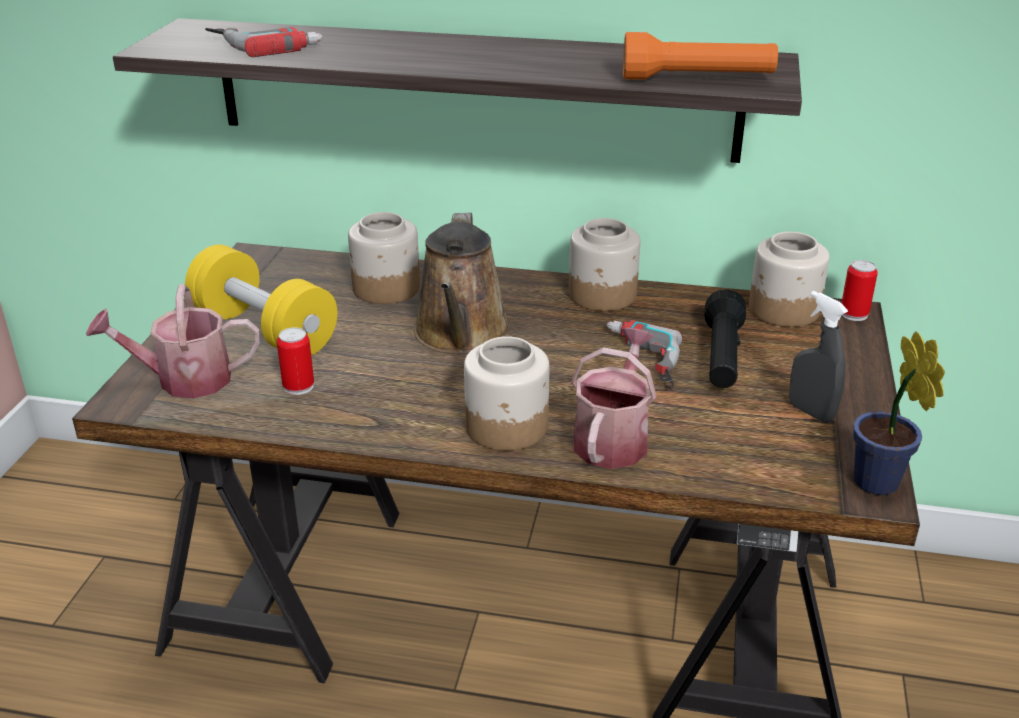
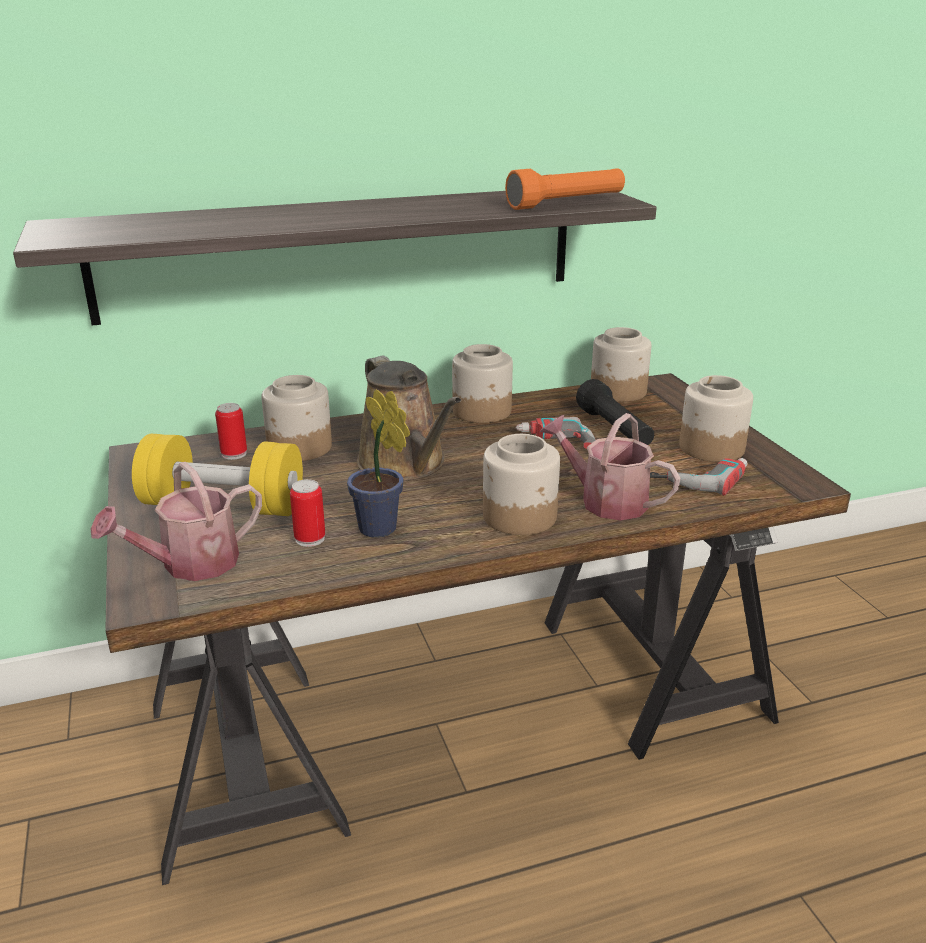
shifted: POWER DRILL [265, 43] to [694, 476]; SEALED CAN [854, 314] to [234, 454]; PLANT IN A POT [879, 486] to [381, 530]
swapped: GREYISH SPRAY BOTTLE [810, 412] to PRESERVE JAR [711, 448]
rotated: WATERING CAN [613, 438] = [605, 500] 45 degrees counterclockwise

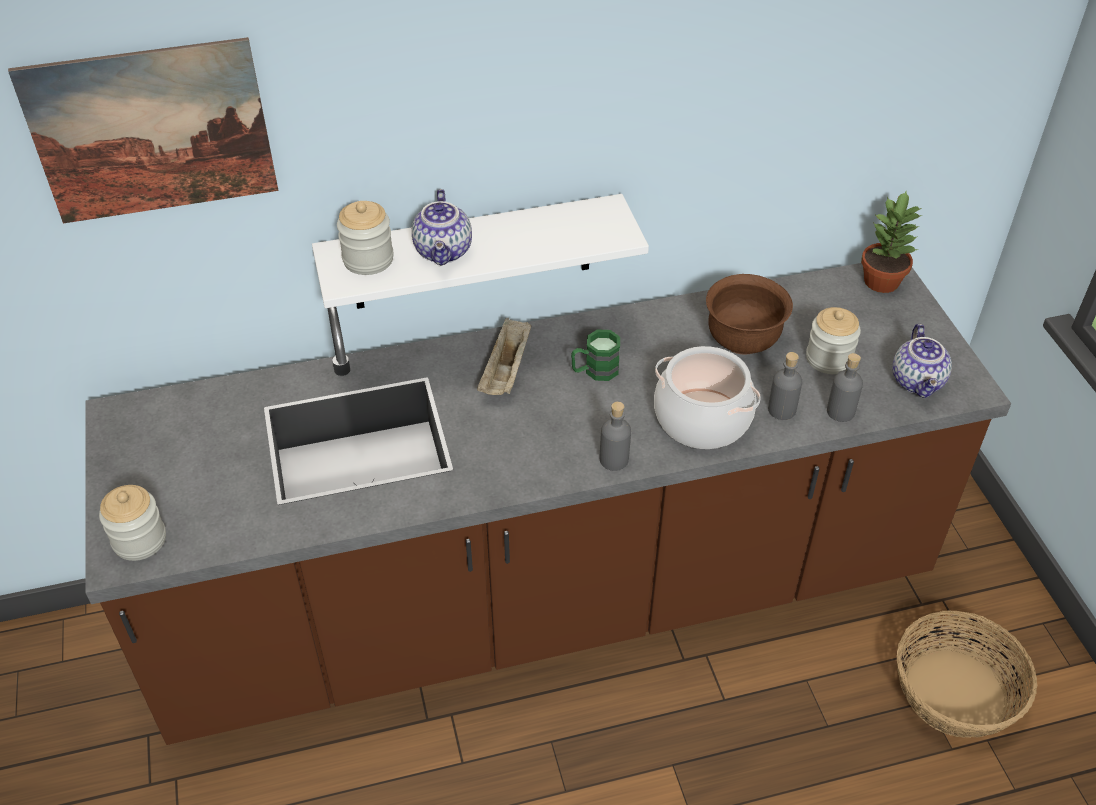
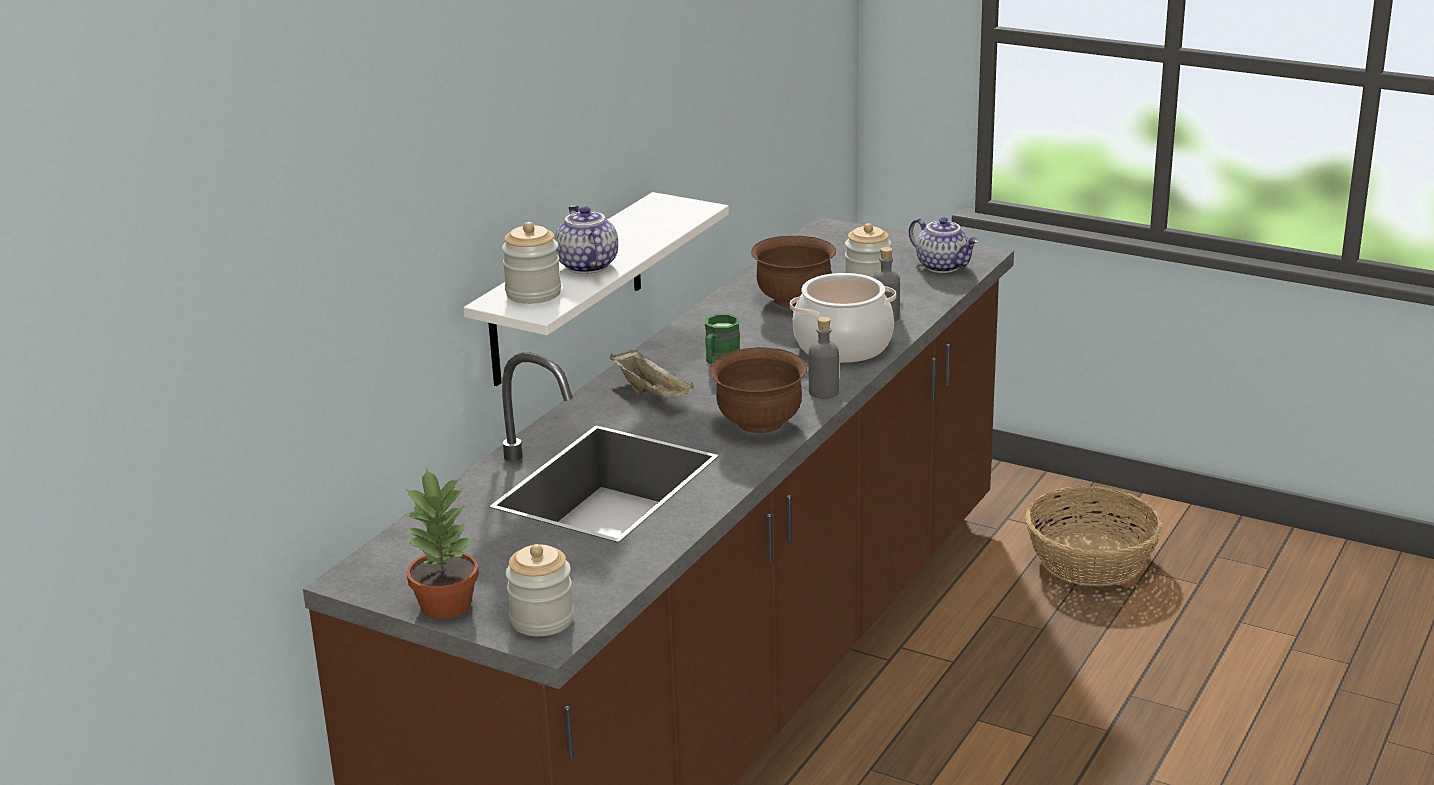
gone: WALL PICTURE [152, 132]; GREYISH DRINK BOTTLE [840, 411]
new: BROWN-COLOURED SERVING BOWL [759, 423]
shifted: PLANT IN A POT [882, 281] to [447, 604]
rotated: POT FOR TEA [444, 251] = [586, 266] 150 degrees counterclockwise

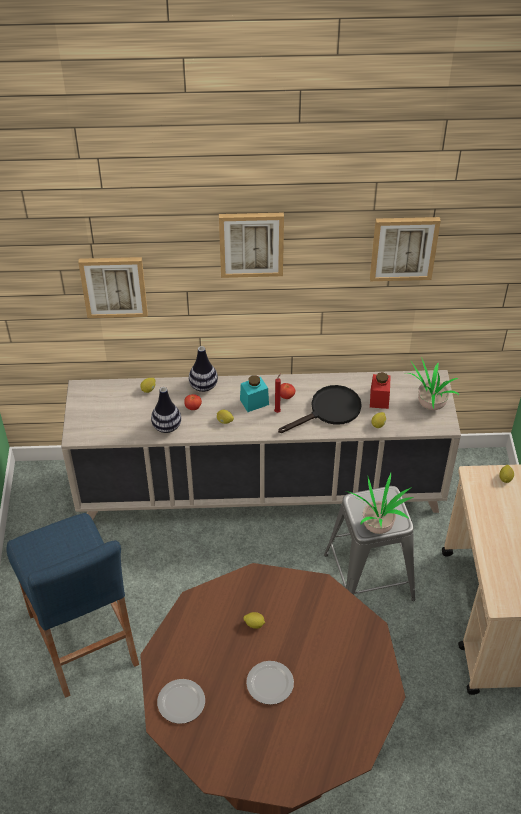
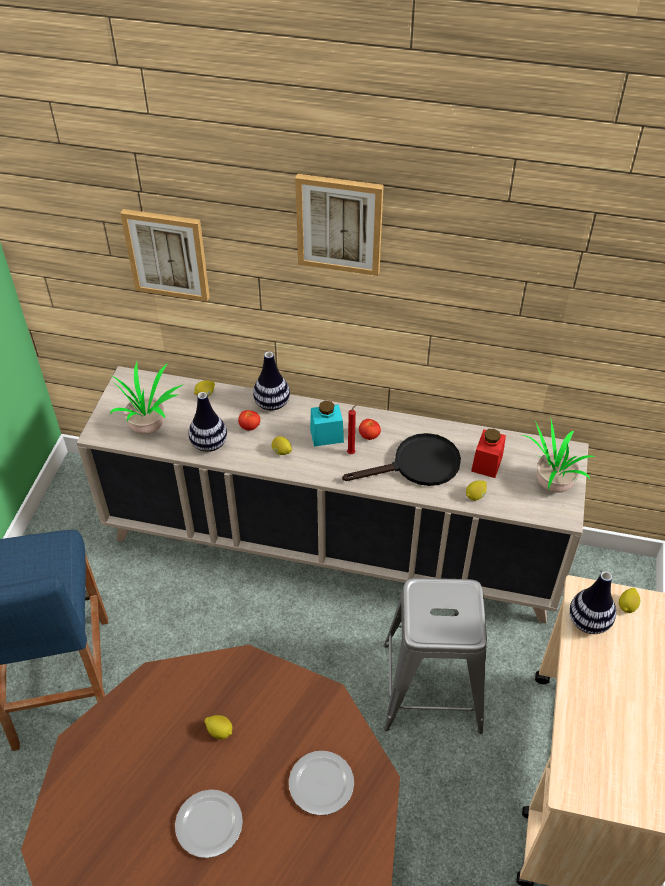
gone: WALL PICTURE [403, 248]
new: VASE [588, 621]
shifted: DINNER PLATE [182, 702] to [322, 784]; PLANT IN A POT [377, 525] to [149, 426]

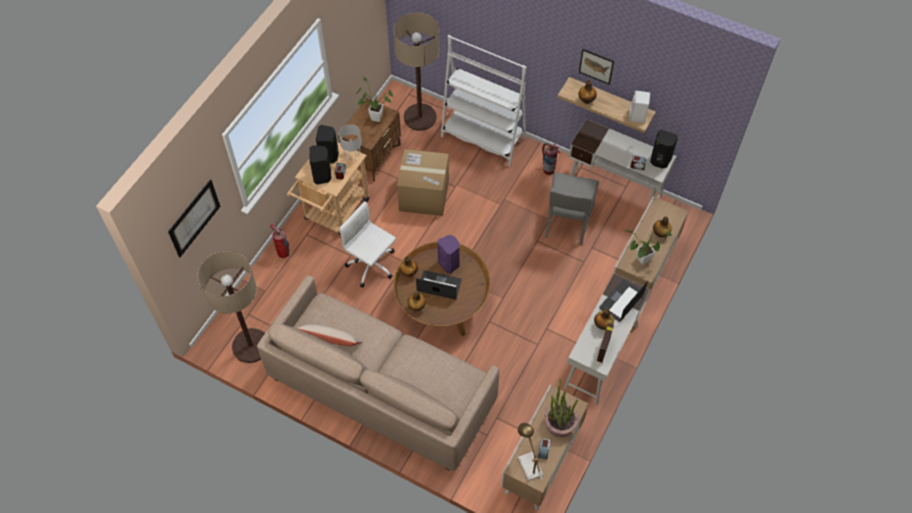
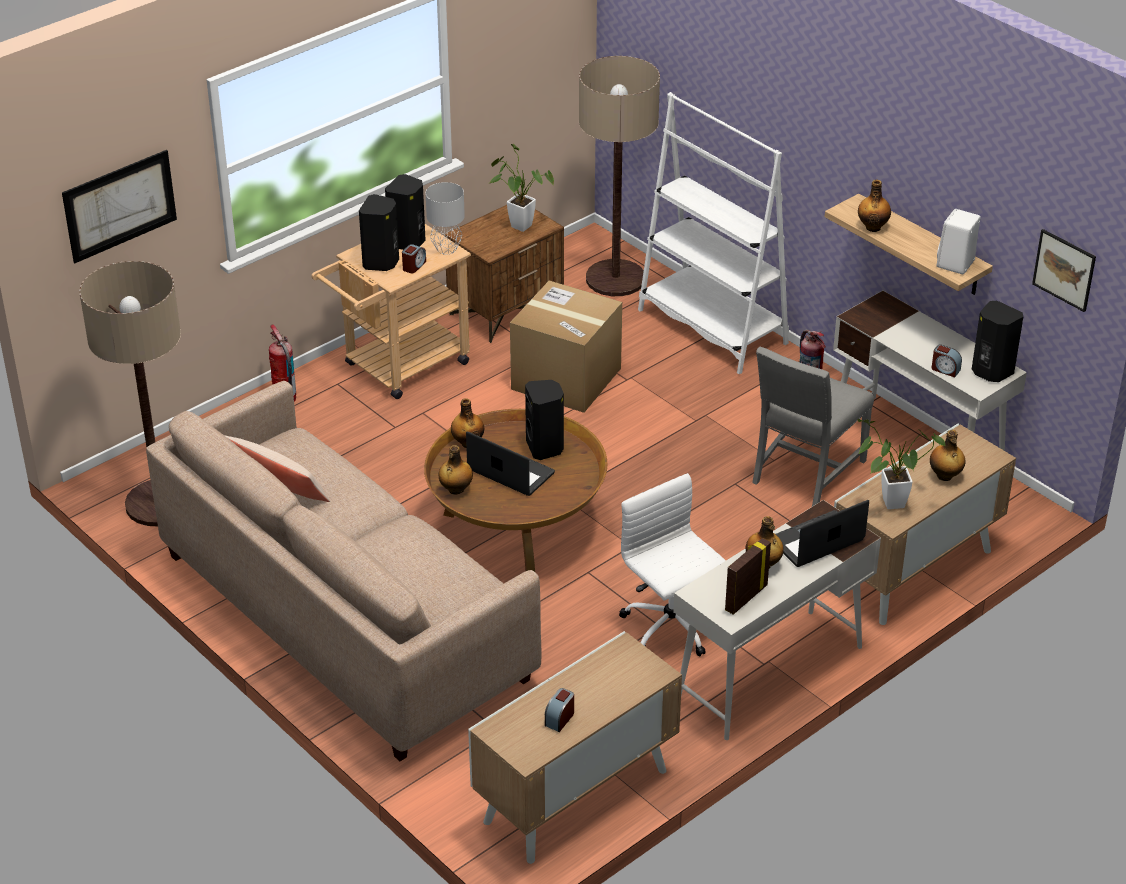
gone: LAMP FOR A TABLE [528, 463]; PLANT IN A POT [560, 423]
shifted: WHITE DESK CHAIR [372, 266] to [672, 627]; WALL PICTURE [596, 66] to [1064, 270]
repainted: PURPLISH LOUDSPEAKER [449, 264] to BLACK LOUDSPEAKER [545, 448]

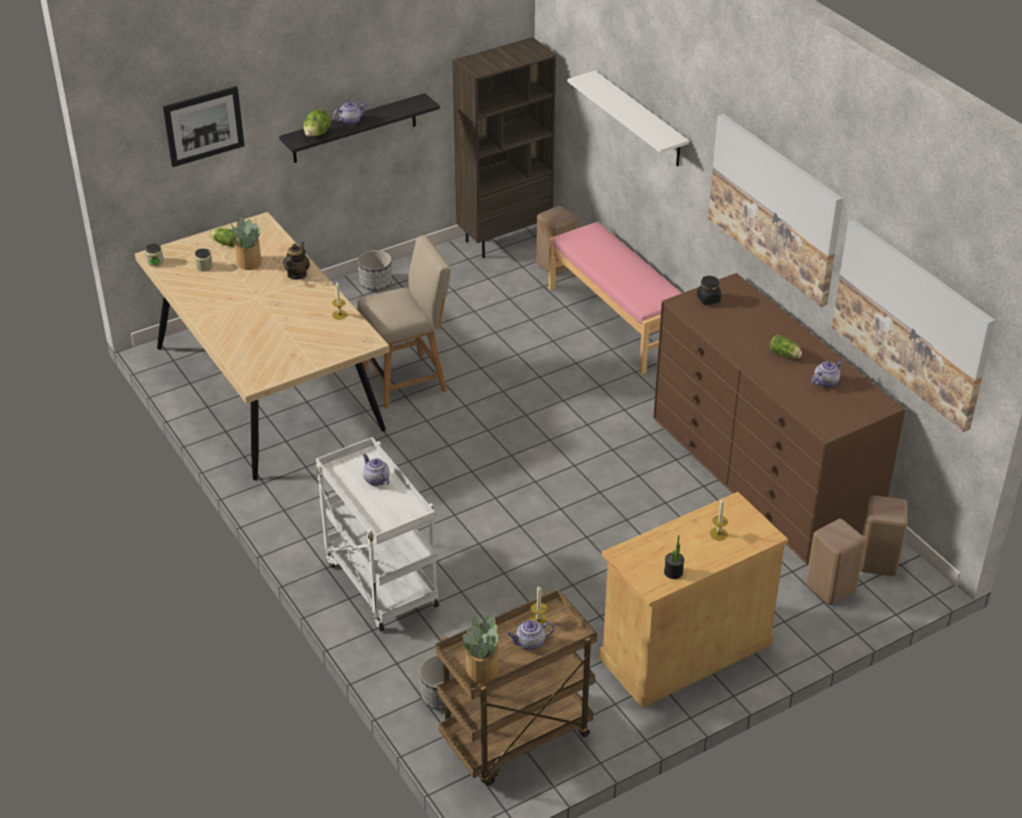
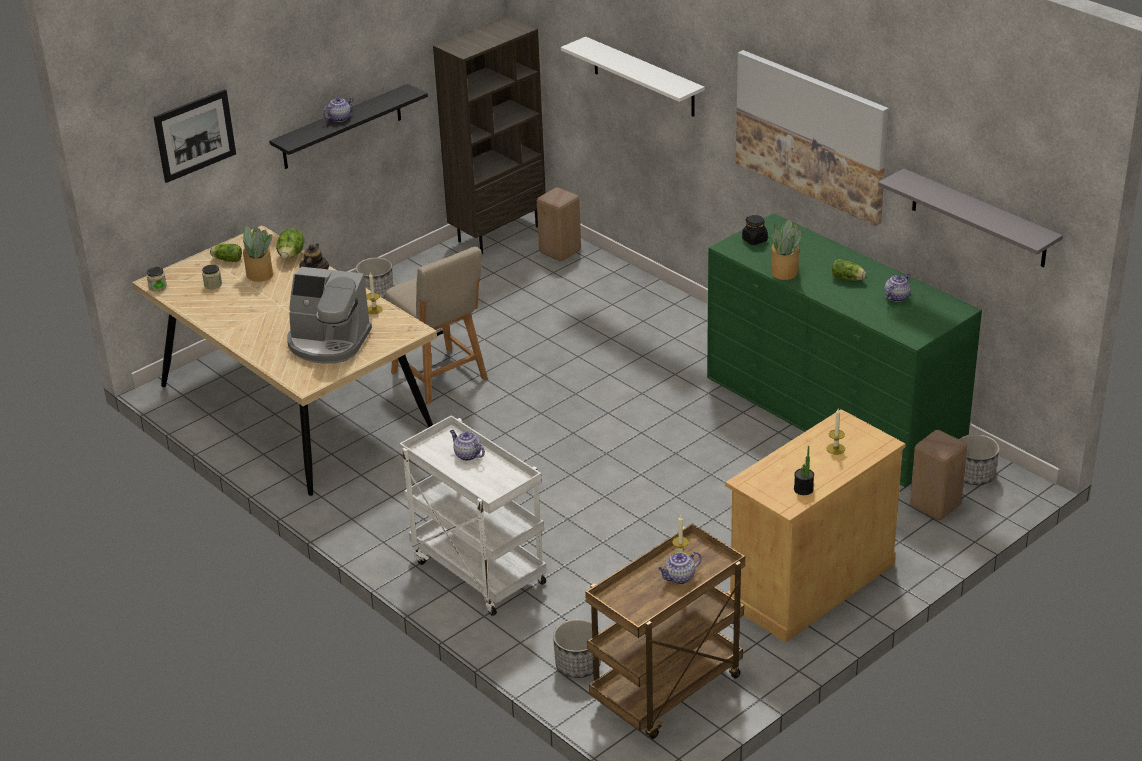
gone: PINKISH LONG SEAT [617, 321]
new: COFFEE BREWER [328, 342]
shifted: LETTUCE [317, 135] to [291, 256]; PLANT IN A POT [483, 670] to [784, 271]
swapped: WALL PICTURE [911, 322] to GREYISH BRACKET SHELF [978, 219]; BEIGE STOOL SEAT [878, 563] to PLANT POT [974, 475]
repainted: BROWN-COLOURED DRESSER [763, 472] to GREEN-COLOURED DRESSER [833, 410]
rotated: BEIGE UPRIGHT CHAIR [408, 379] = [441, 378] 90 degrees clockwise

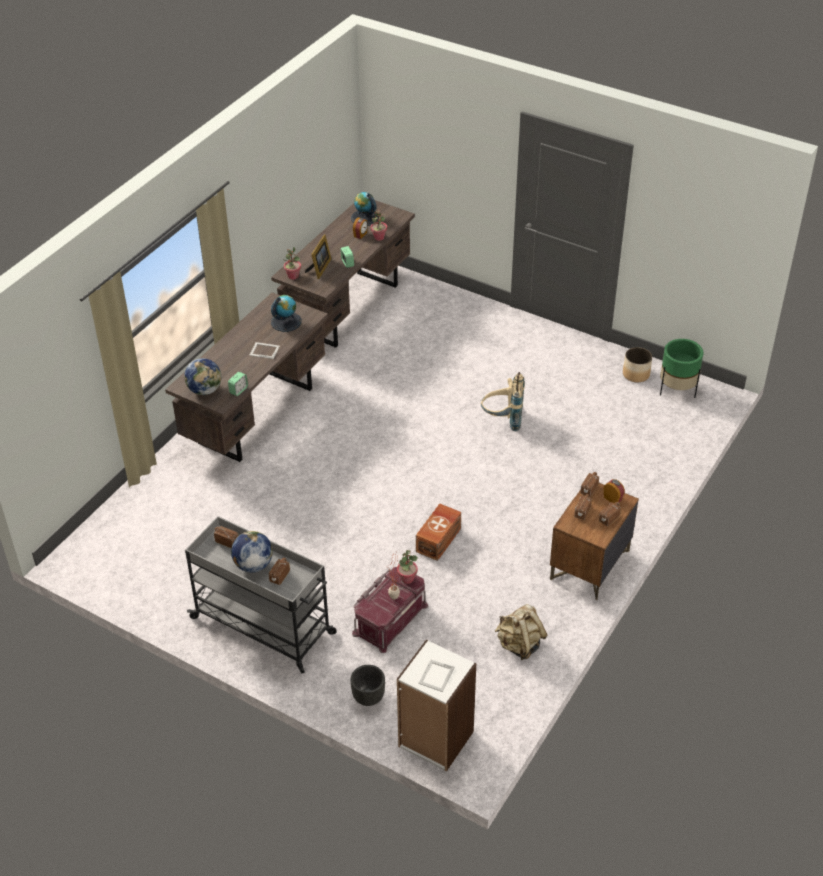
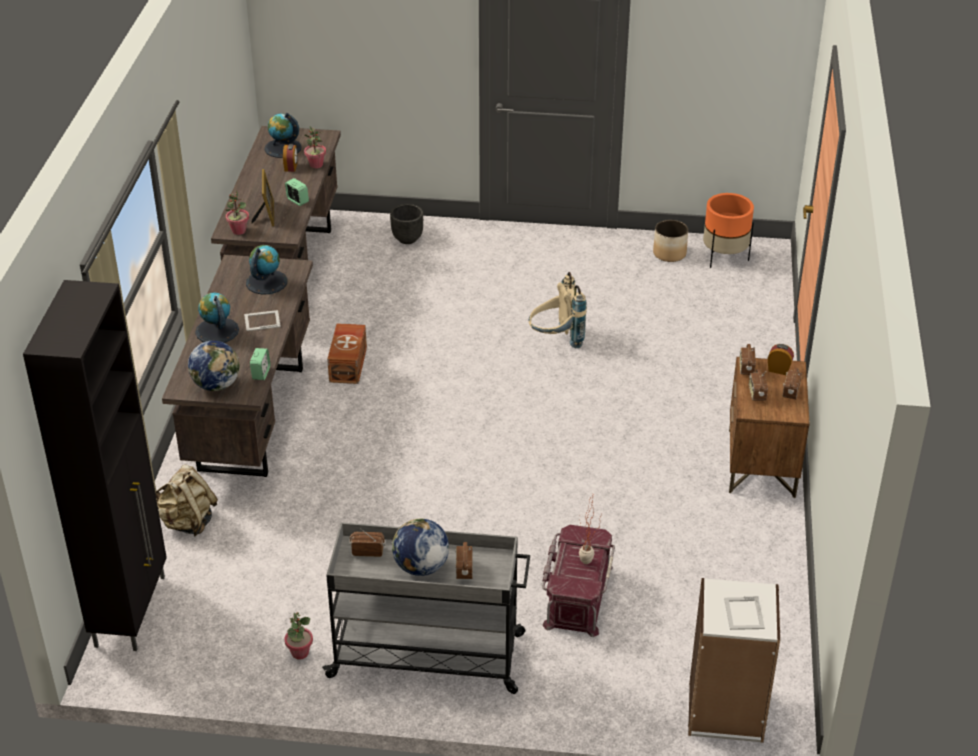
new: BLACK CABINET [131, 610]; WORLD GLOBE [217, 331]
shifted: BLACK PLANT POT [368, 697] to [407, 239]; PLANT IN A POT [407, 579] to [300, 653]; BROWN-COLOURED STORAGE BOX [439, 540] to [349, 364]; BEIGE BACKPACK [519, 645] to [187, 522]
repainted: GREEN-COLOURED PLANT POT [677, 390] to ORANGE PLANT POT [724, 257]

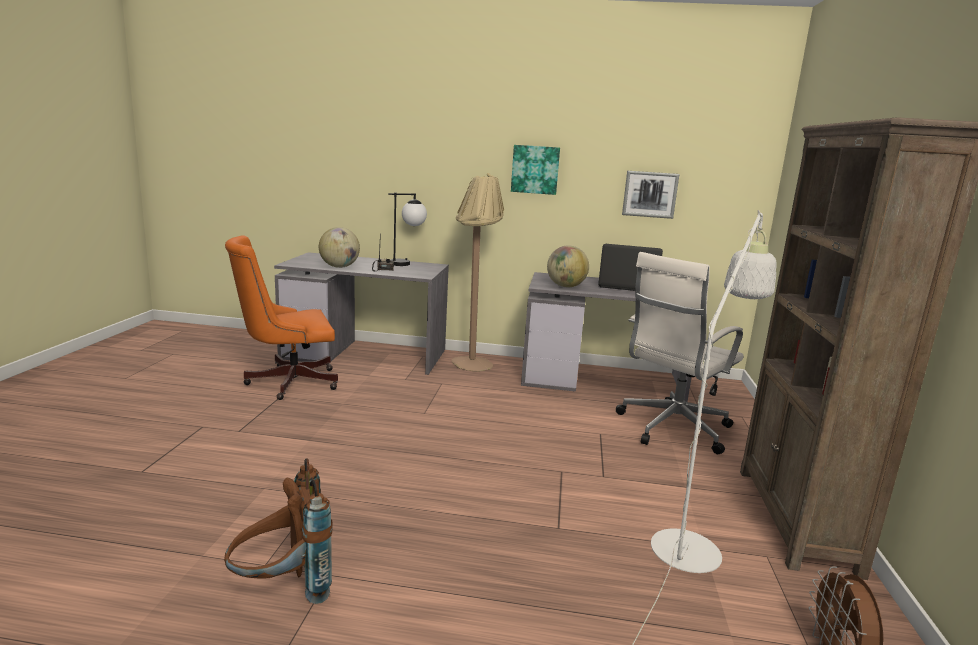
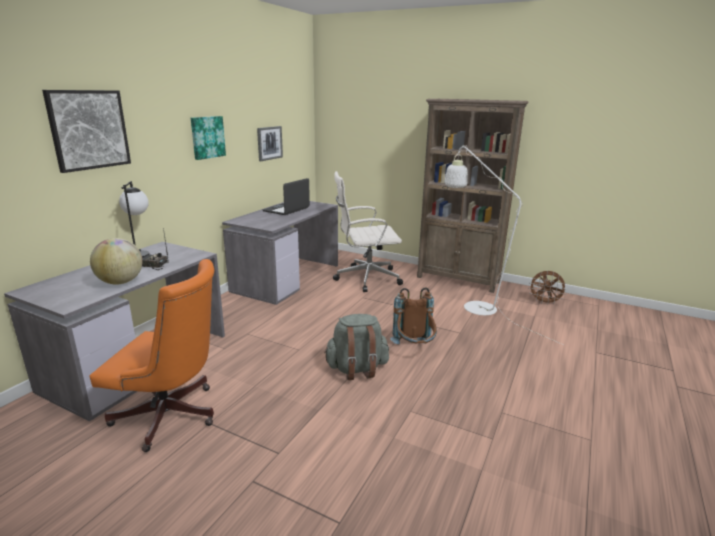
gone: BEIGE STANDING LAMP [470, 368]; WORLD GLOBE [565, 286]
new: WALL PICTURE [89, 129]; GREYISH BACKPACK [357, 369]
shifted: BROWN-COLOURED BACKPACK [283, 589] to [414, 350]
rotated: ORANGE DESK CHAIR [287, 382] = [172, 417] 75 degrees counterclockwise; WHITE DESK CHAIR [671, 428] = [366, 278] 105 degrees clockwise

